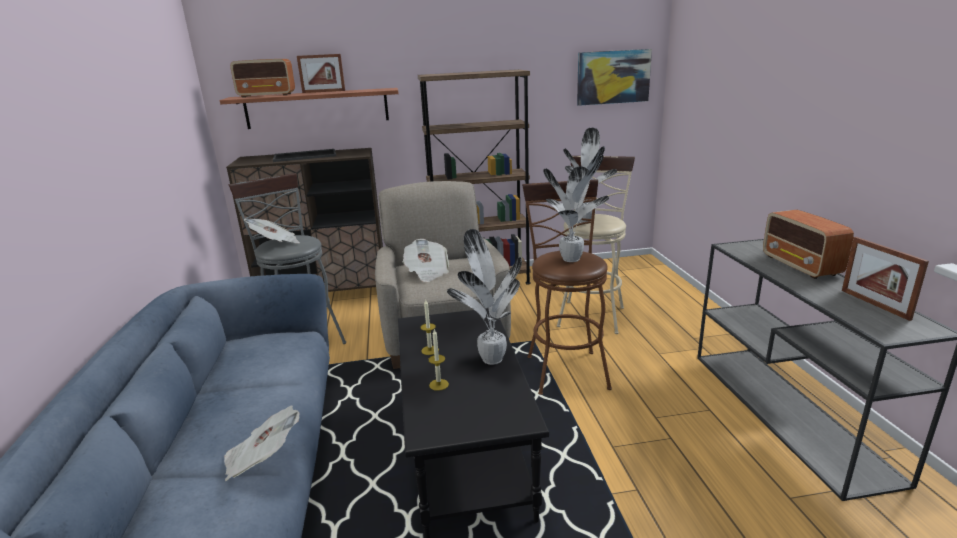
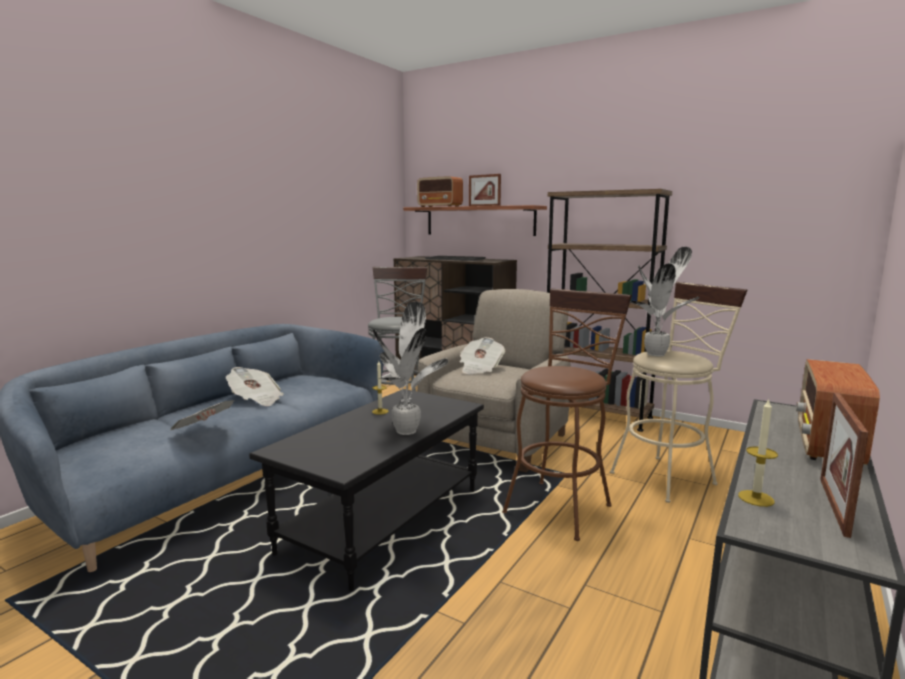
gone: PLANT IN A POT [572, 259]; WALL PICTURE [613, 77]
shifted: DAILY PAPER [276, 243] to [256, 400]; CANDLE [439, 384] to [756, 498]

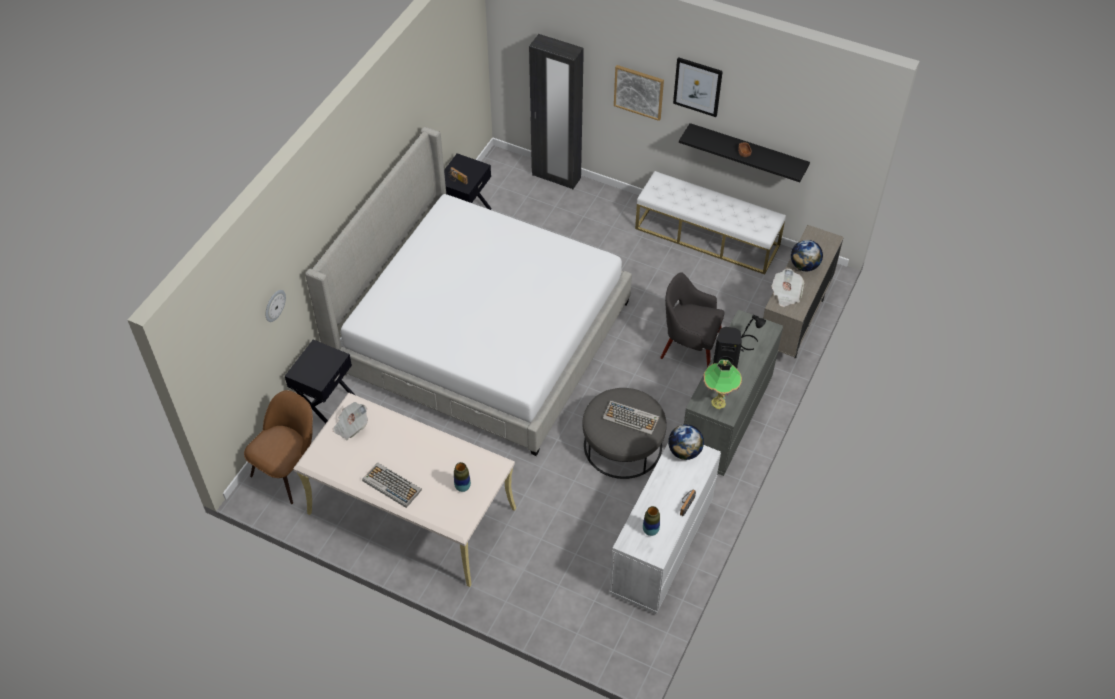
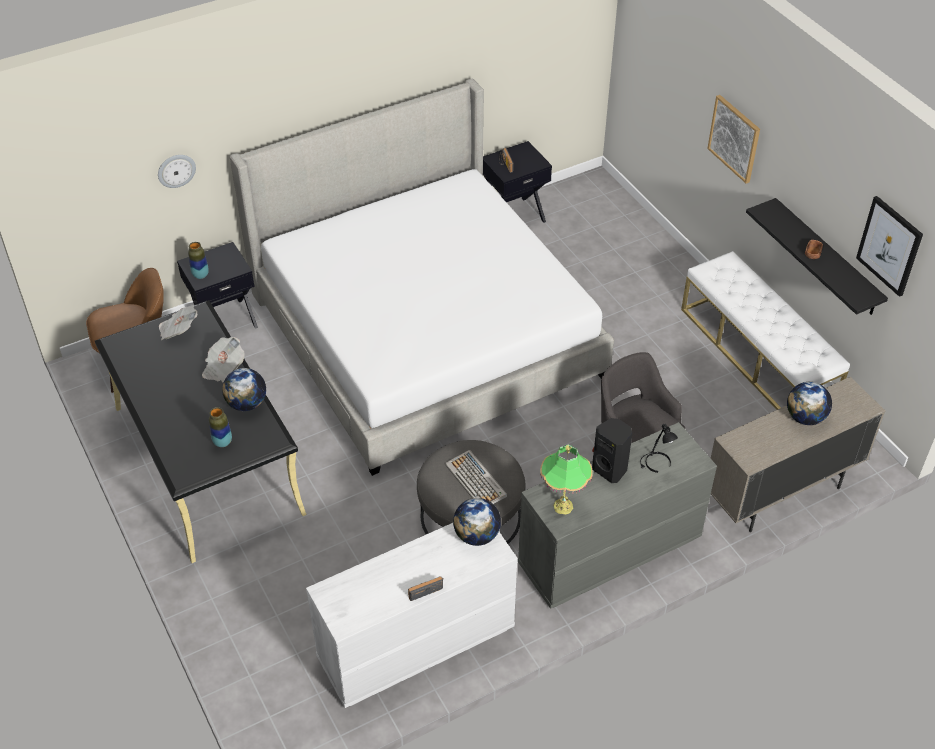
gone: KEYBOARD [391, 485]; BLACK ARMOIRE [556, 177]
new: WORLD GLOBE [247, 404]
shifted: VASE [650, 530] to [200, 275]; WALL PICTURE [697, 86] to [889, 246]; DAILY PAPER [786, 294] to [223, 368]
repainted: BEIGE DESK [411, 511] to BLACK DESK [207, 459]

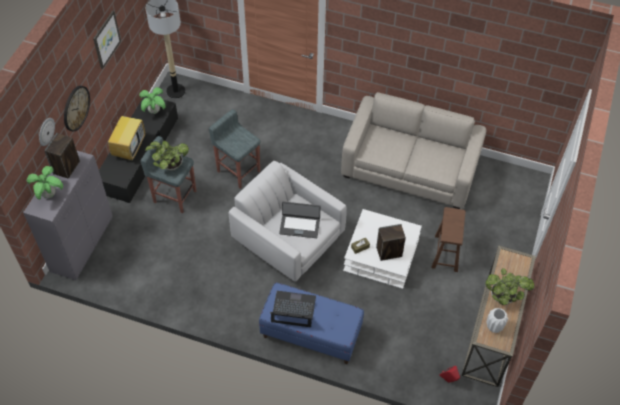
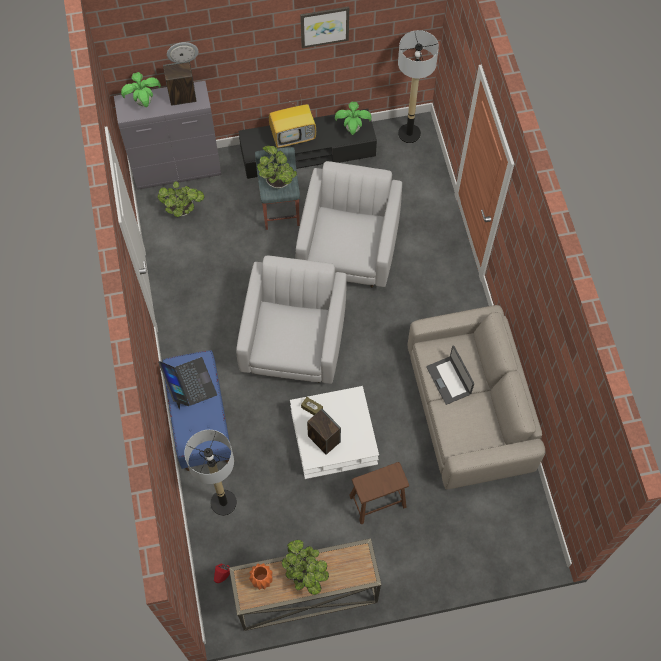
gone: HANGING CLOCK [76, 108]
new: PLANT IN A POT [184, 210]; STANDING LAMP [223, 503]
shifted: PORTABLE COMPUTER [299, 226] to [449, 380]
swapped: GREYISH STOOL SEAT [238, 171] to WHITE LOUNGE CHAIR [349, 247]
repainted: WHITE VASE [494, 327] to ORANGE VASE [261, 580]

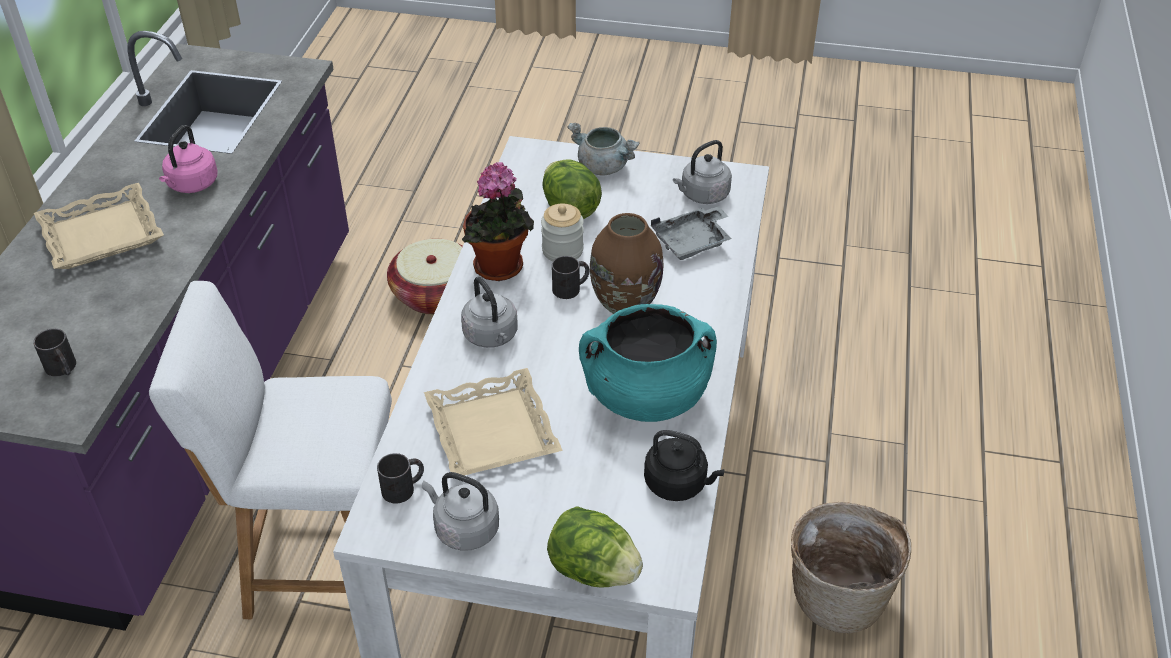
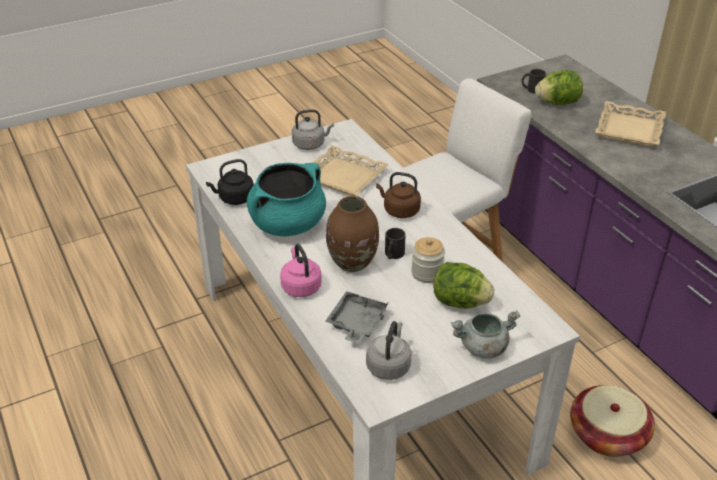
gone: BLACK MUG [404, 487]; PLANT IN A POT [501, 269]; STORAGE BASKET [839, 595]
shifted: PINKISH WATER KETTLE [191, 185] to [300, 286]; LETTUCE [593, 570] to [557, 103]
repainted: GREYISH WATER KETTLE [492, 336] to BROWN-COLOURED WATER KETTLE [399, 210]

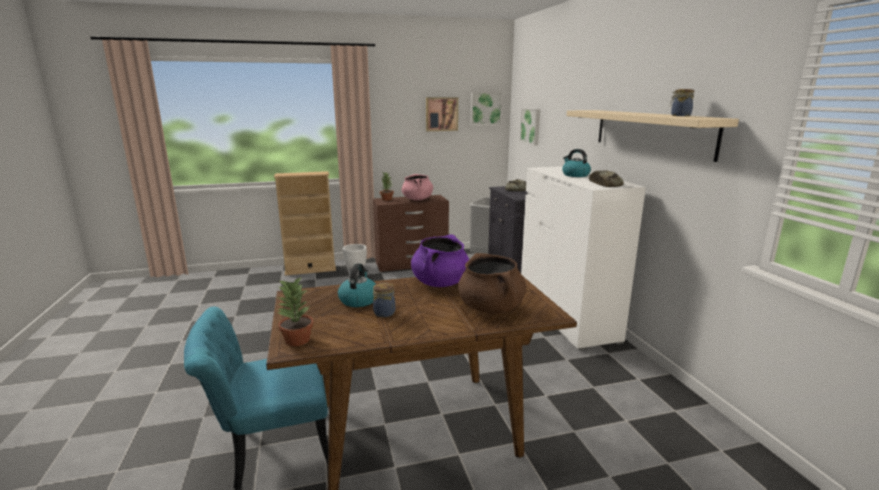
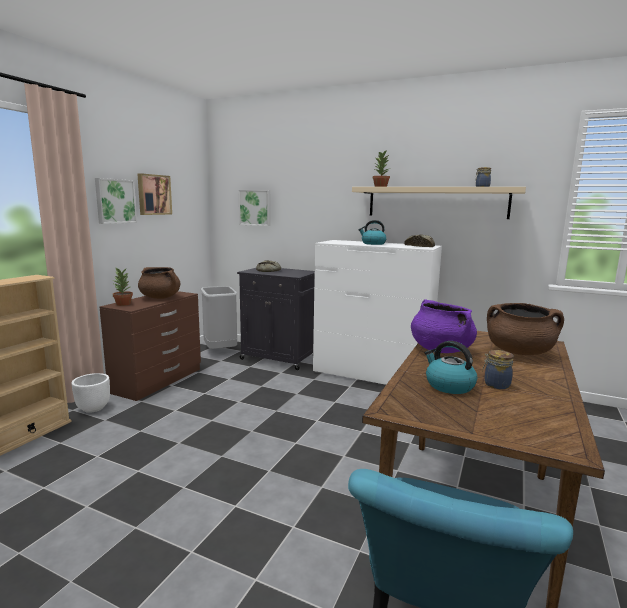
shifted: PLANT IN A POT [297, 340] to [380, 187]; WALL PICTURE [485, 108] to [115, 201]
repainted: PINKISH STOCKPOT [417, 199] to BROWN-COLOURED STOCKPOT [160, 298]

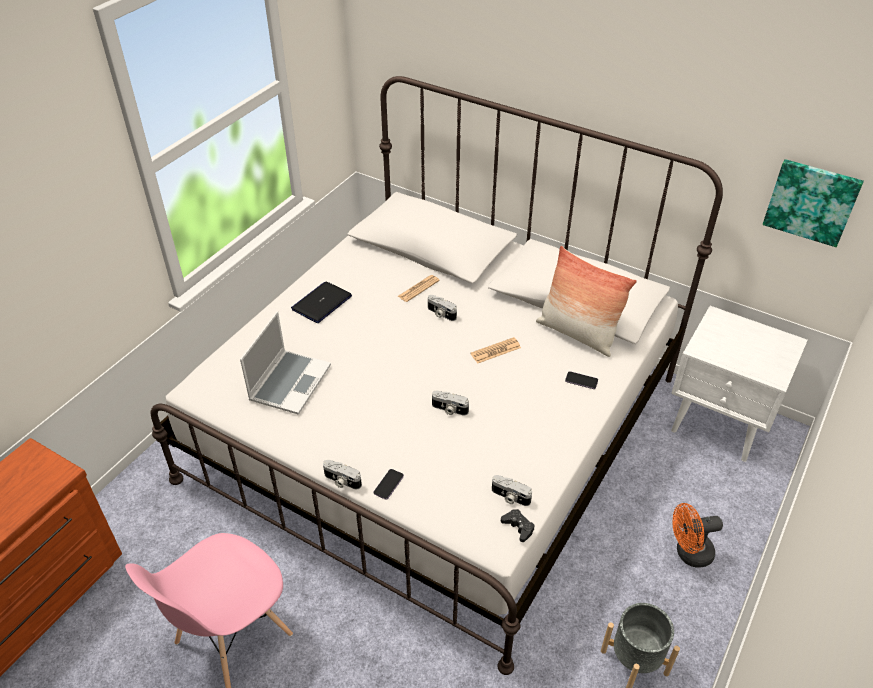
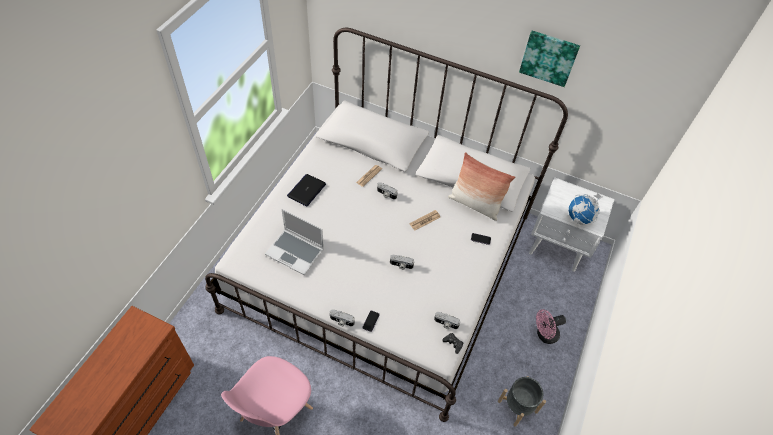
new: WORLD GLOBE [579, 218]
shifted: WALL PICTURE [811, 201] to [549, 57]
repainted: ORANGE COOLING FAN [688, 553] to PINKISH COOLING FAN [544, 335]
rotated: PORTABLE COMPUTER [290, 382] = [296, 252] 105 degrees clockwise

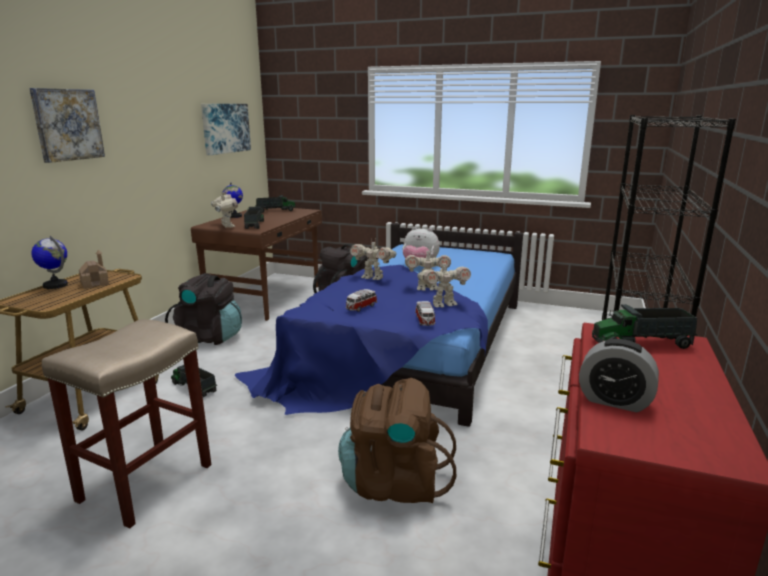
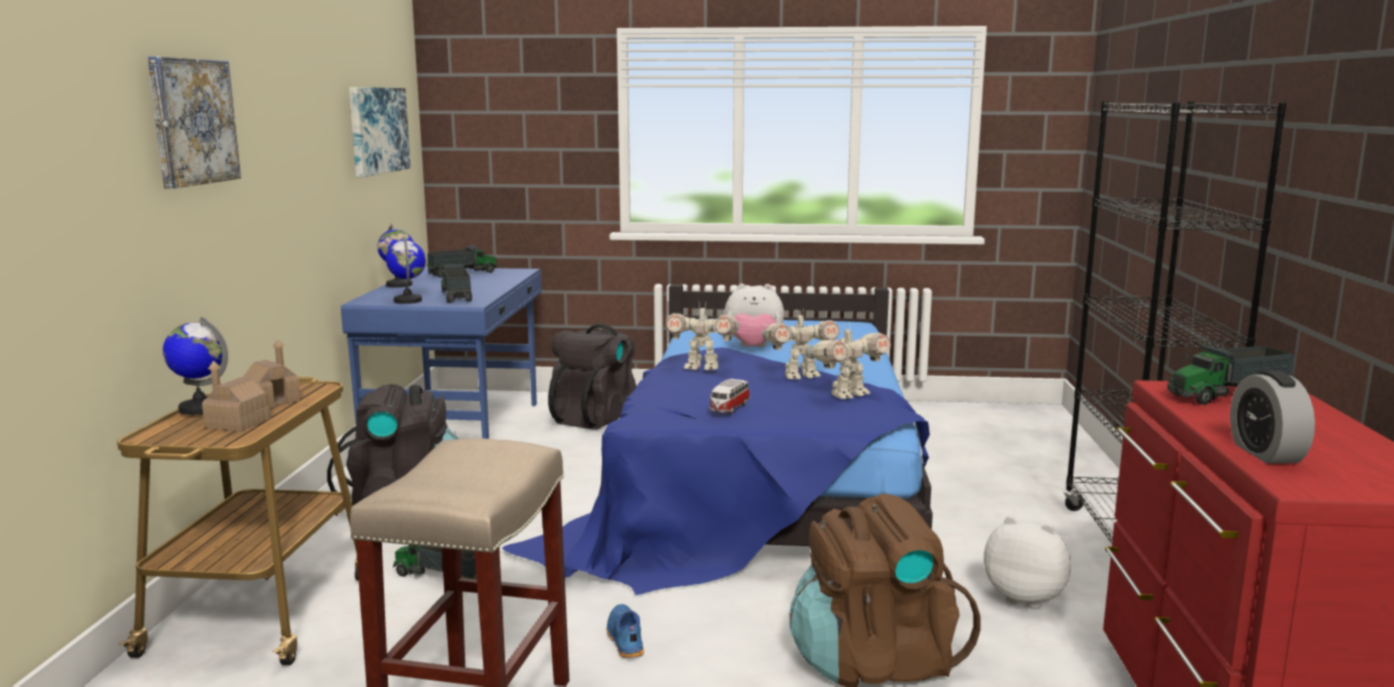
gone: TOY CAR [425, 321]
new: MODEL HOUSE [238, 423]; BLUISH ITEM OF FOOTWEAR [624, 640]; PLUSH TOY [1026, 598]
swapped: MODEL ROBOT [227, 226] to WORLD GLOBE [408, 301]
repainted: BROWN-COLOURED DESK [266, 298] to BLUISH DESK [457, 429]
rotated: TABLE CLOCK [614, 401] = [1265, 453] 75 degrees clockwise

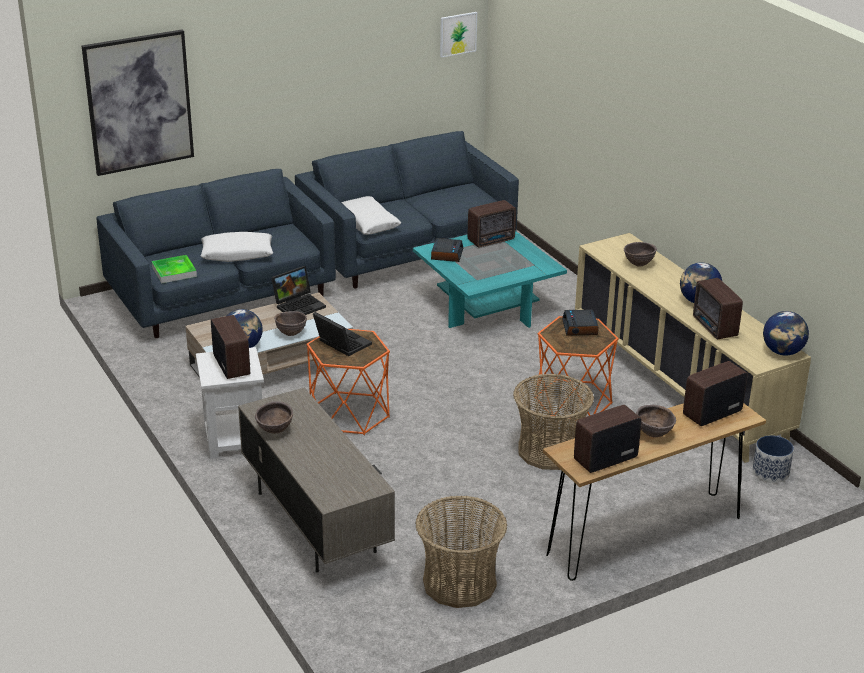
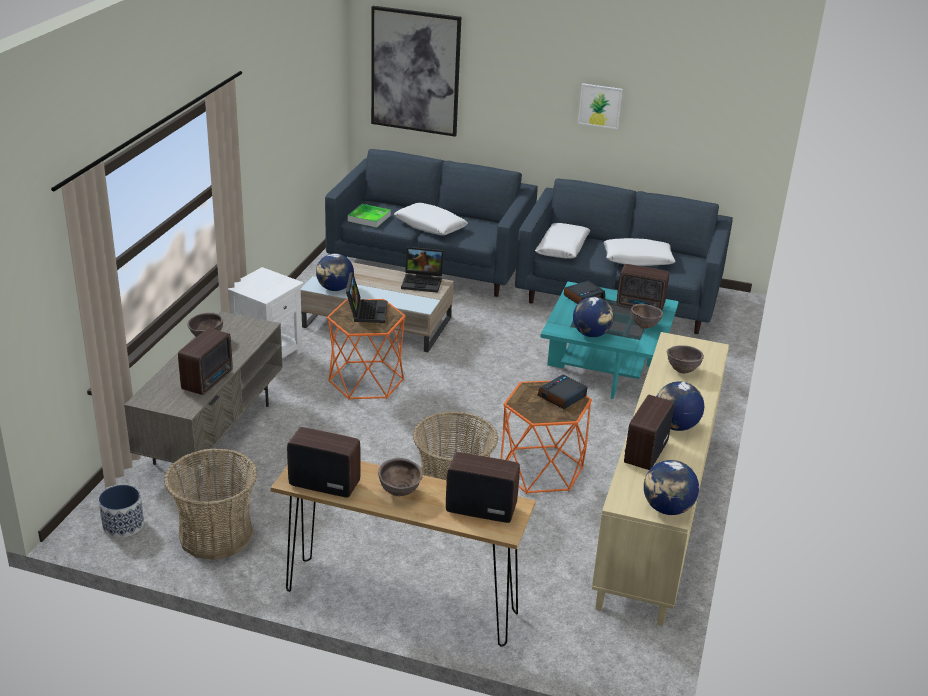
new: WORLD GLOBE [591, 334]; WHITE CUSHION [637, 259]
shifted: RADIO RECEIVER [232, 365] to [209, 380]; BROWN-COLOURED SERVING BOWL [291, 334] to [644, 326]; WALL PICTURE [458, 34] to [600, 106]; PLANT POT [770, 473] to [123, 525]

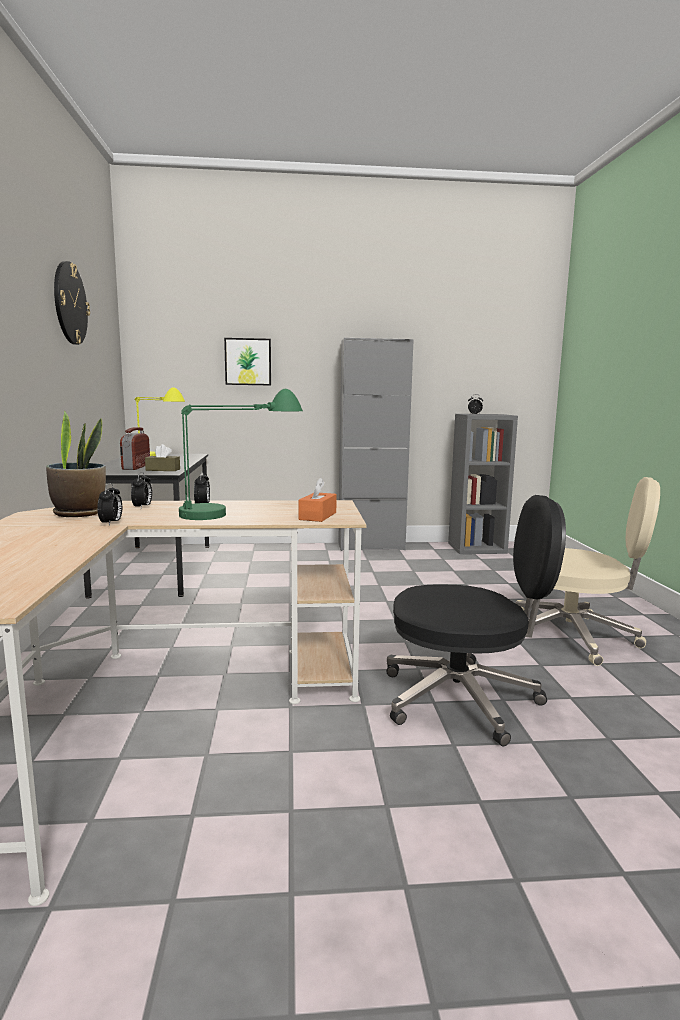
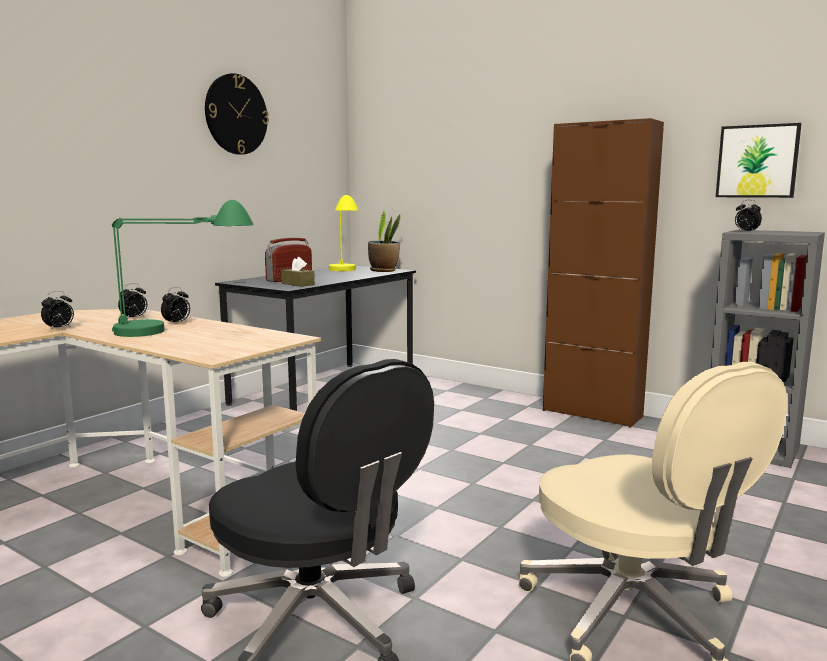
gone: ORANGE BOX OF TISSUES [317, 516]
shifted: PLANT IN A POT [79, 513] to [384, 270]; WALL PICTURE [248, 362] to [757, 161]
repainted: GREYISH CABINET [371, 546] to BROWN-COLOURED CABINET [592, 413]

